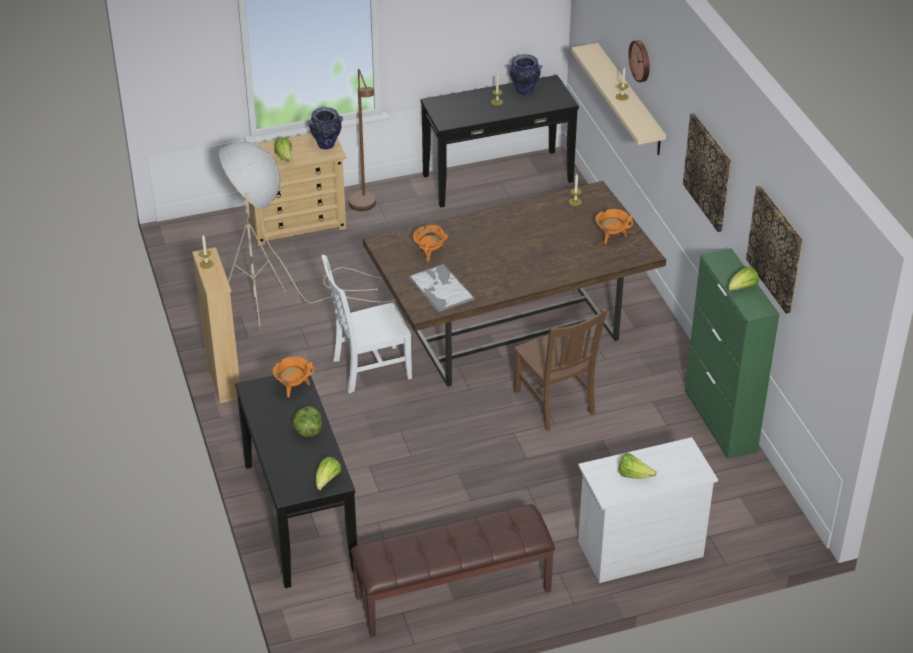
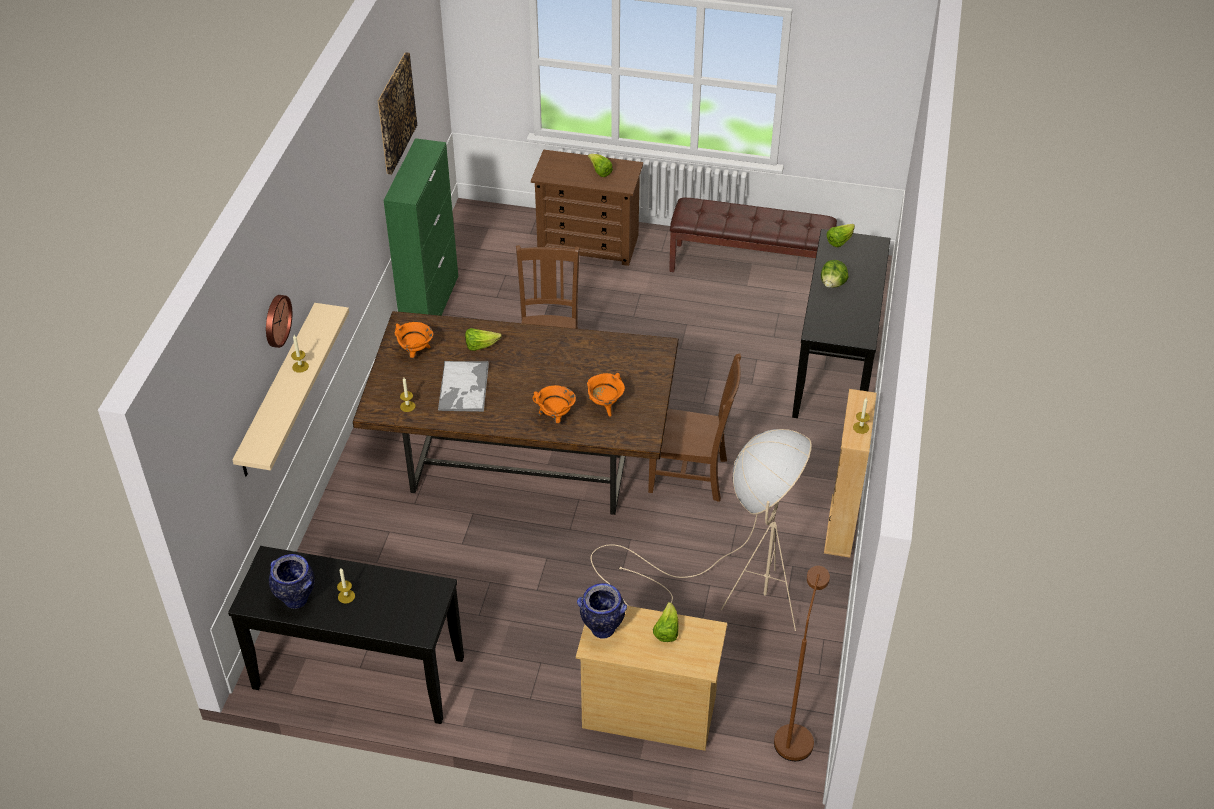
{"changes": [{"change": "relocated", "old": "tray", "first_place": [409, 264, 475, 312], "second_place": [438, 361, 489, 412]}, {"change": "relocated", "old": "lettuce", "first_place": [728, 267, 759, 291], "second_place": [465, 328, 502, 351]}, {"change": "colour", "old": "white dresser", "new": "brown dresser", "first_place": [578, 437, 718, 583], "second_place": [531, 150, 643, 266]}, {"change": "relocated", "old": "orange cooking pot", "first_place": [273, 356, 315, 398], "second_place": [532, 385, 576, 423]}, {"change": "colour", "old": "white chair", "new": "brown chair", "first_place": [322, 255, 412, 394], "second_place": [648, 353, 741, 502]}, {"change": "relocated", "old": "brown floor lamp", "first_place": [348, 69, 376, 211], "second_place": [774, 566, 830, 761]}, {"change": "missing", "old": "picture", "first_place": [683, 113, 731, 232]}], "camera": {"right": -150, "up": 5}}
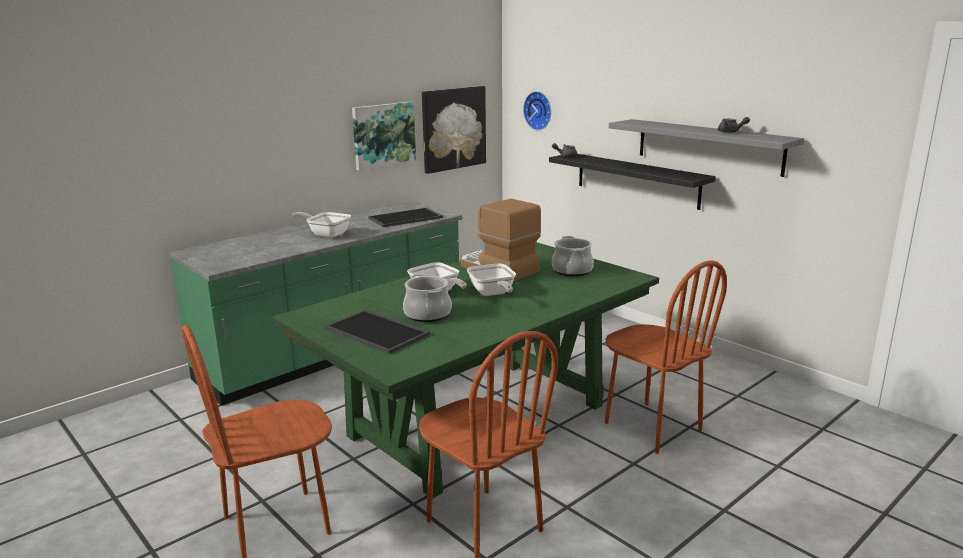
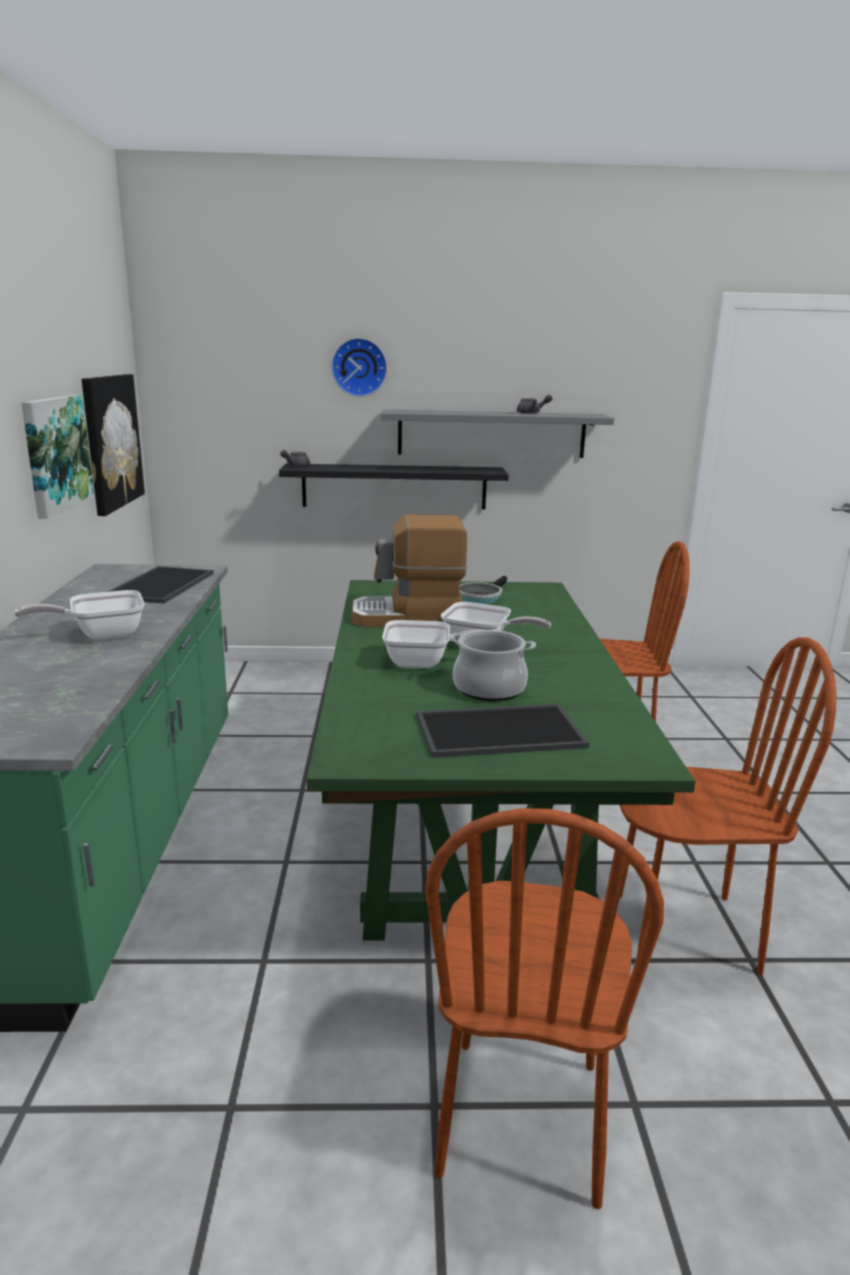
{"changes": [{"change": "relocated", "old": "wall clock", "first_place": [523, 91, 551, 131], "second_place": [331, 338, 387, 397]}, {"change": "exchanged", "old": "cooking pot", "new": "frying pan", "first_place": [552, 236, 594, 276], "second_place": [460, 576, 507, 604]}], "camera": {"right": -50, "up": 0}}
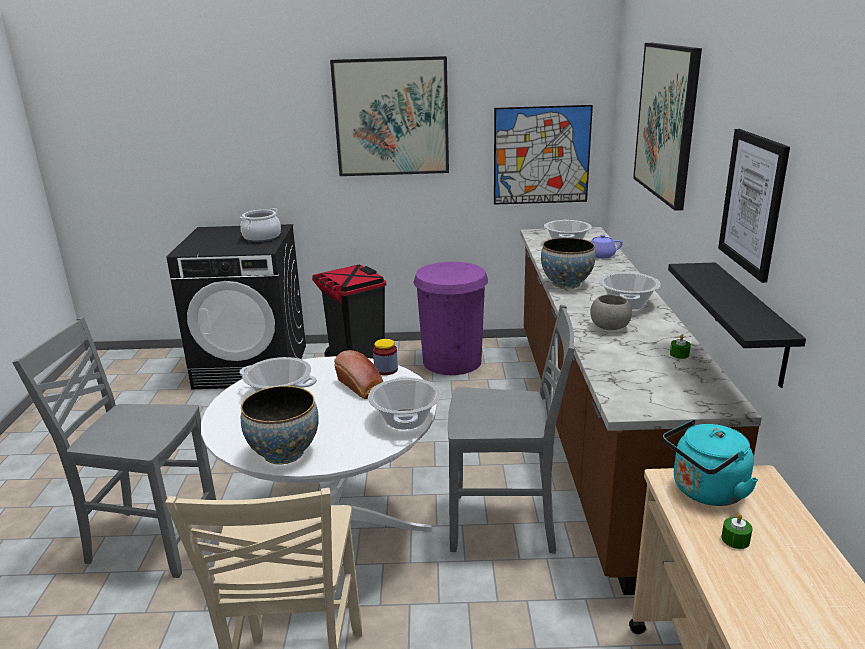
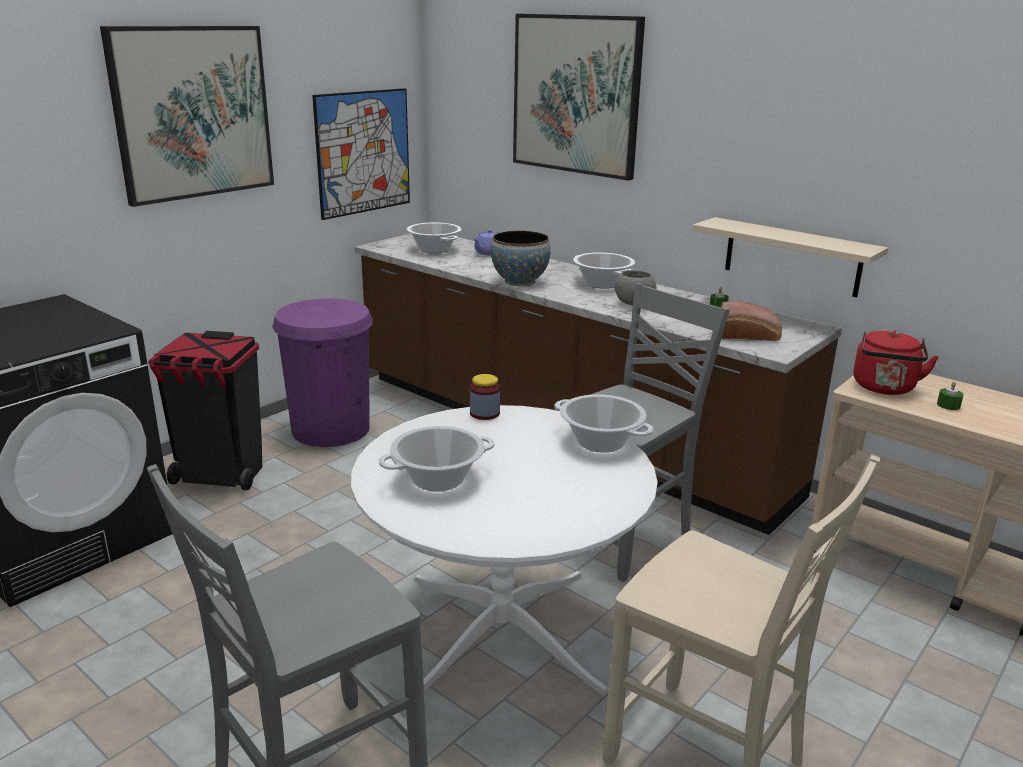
{"changes": [{"change": "colour", "old": "black shelf", "new": "beige shelf", "first_place": [668, 263, 806, 388], "second_place": [692, 217, 888, 297]}, {"change": "relocated", "old": "bread", "first_place": [334, 350, 383, 399], "second_place": [721, 301, 782, 341]}, {"change": "colour", "old": "turquoise kettle", "new": "red kettle", "first_place": [663, 419, 758, 506], "second_place": [854, 330, 939, 395]}, {"change": "missing", "old": "cooking pot", "first_place": [239, 208, 281, 242]}, {"change": "missing", "old": "bowl", "first_place": [241, 386, 319, 465]}, {"change": "missing", "old": "picture", "first_place": [718, 129, 790, 283]}], "camera": {"right": -50, "up": 0}}
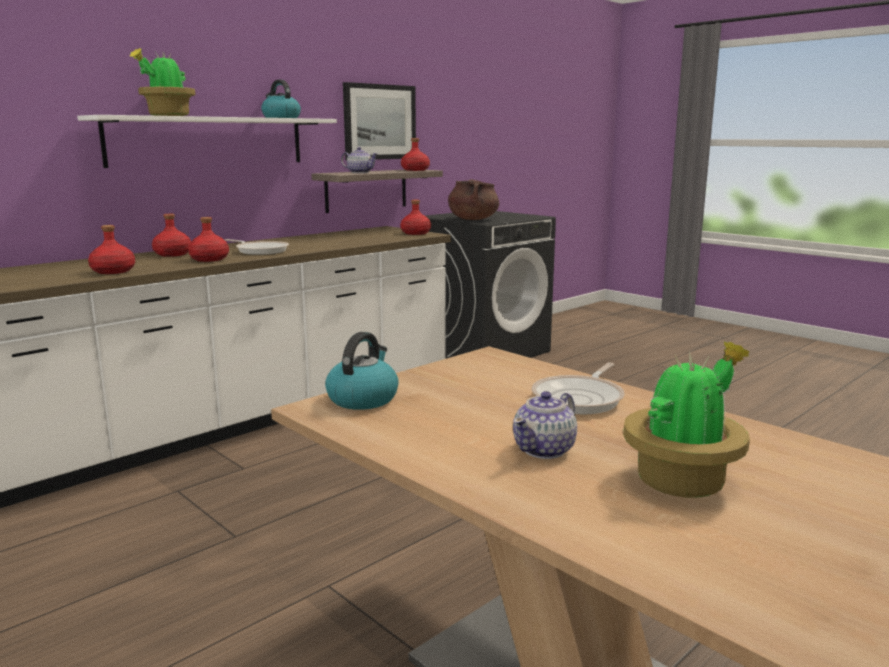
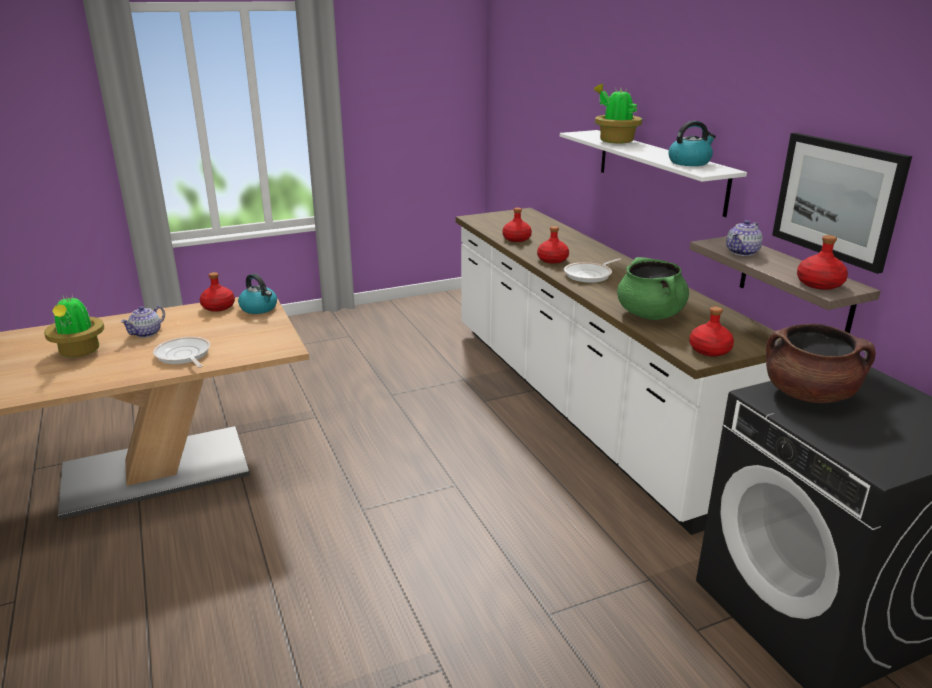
{"changes": [{"change": "spun", "old": "teapot", "first_place": [513, 391, 577, 459], "second_place": [120, 306, 165, 338], "degrees": -120}, {"change": "relocated", "old": "red bottle", "first_place": [152, 214, 191, 257], "second_place": [200, 272, 235, 312]}, {"change": "appeared", "new": "green cooking pot", "second_place": [617, 257, 689, 320]}], "camera": {"right": 110, "up": 10}}
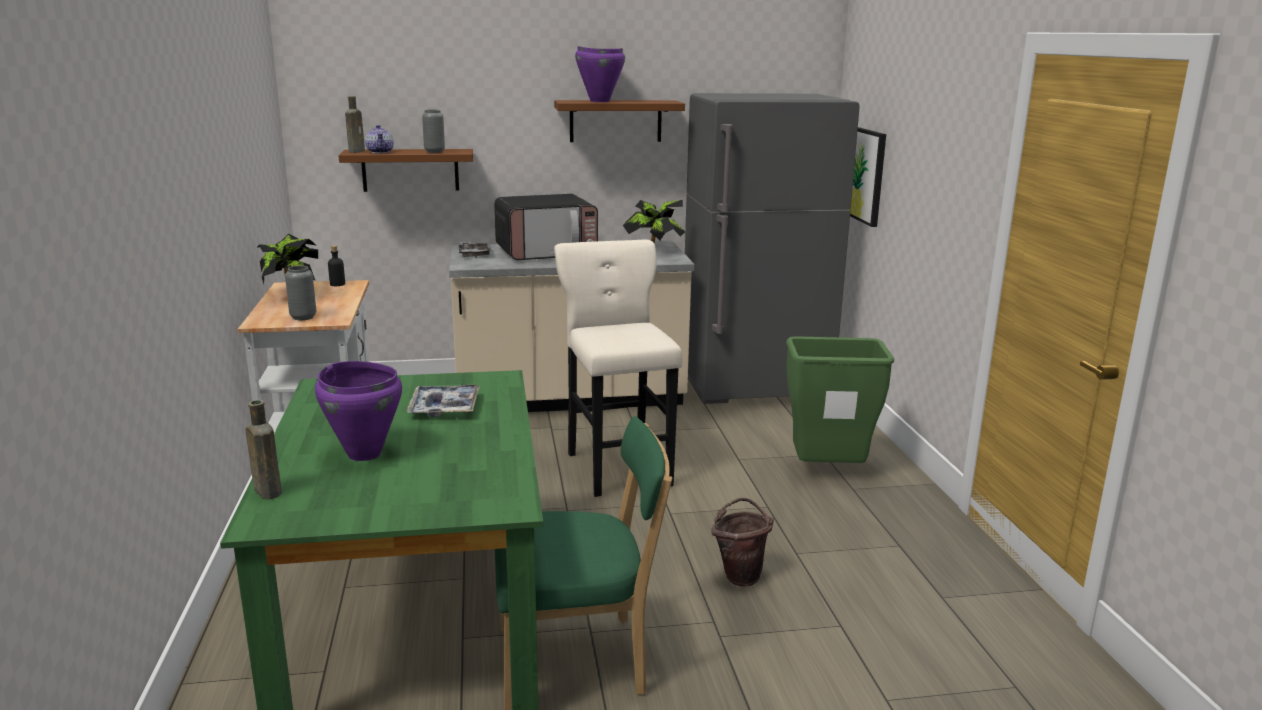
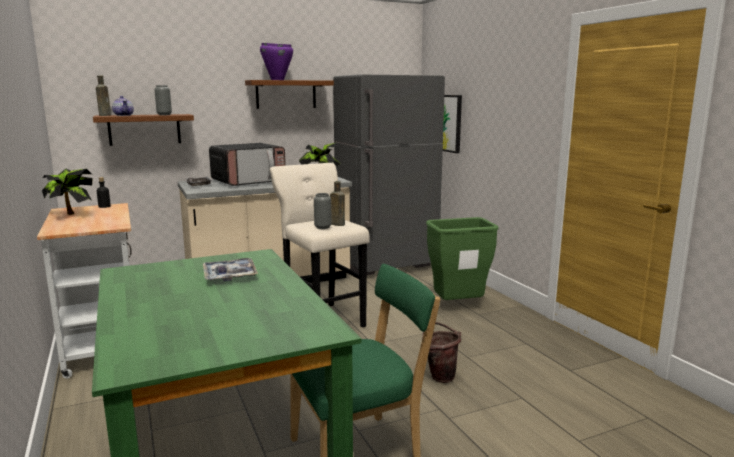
{"changes": [{"change": "relocated", "old": "grey vase", "first_place": [285, 266, 316, 320], "second_place": [314, 193, 332, 229]}, {"change": "relocated", "old": "brown bottle", "first_place": [246, 400, 282, 499], "second_place": [330, 181, 345, 226]}, {"change": "missing", "old": "purple cooking pot", "first_place": [315, 361, 402, 461]}], "camera": {"right": -15, "up": -5}}
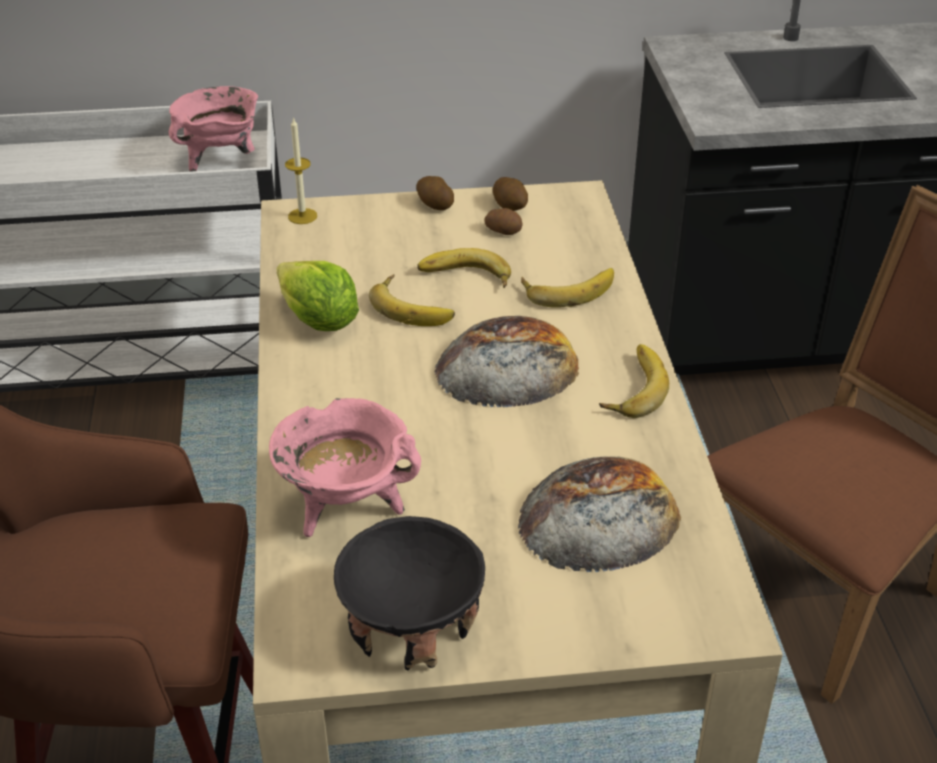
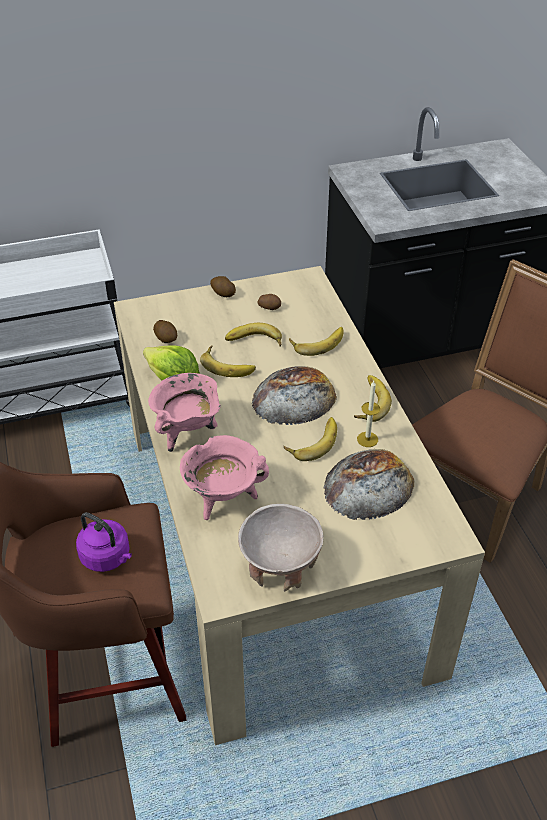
{"changes": [{"change": "appeared", "new": "purple kettle", "second_place": [76, 512, 132, 572]}, {"change": "relocated", "old": "pink cooking pot", "first_place": [169, 86, 258, 172], "second_place": [148, 373, 221, 452]}, {"change": "relocated", "old": "potato", "first_place": [493, 177, 528, 211], "second_place": [153, 320, 177, 343]}, {"change": "colour", "old": "black bowl", "new": "beige bowl", "first_place": [334, 516, 485, 670], "second_place": [238, 504, 324, 592]}, {"change": "appeared", "new": "banana", "second_place": [284, 417, 337, 461]}, {"change": "relocated", "old": "candle", "first_place": [285, 117, 317, 224], "second_place": [357, 381, 380, 447]}], "camera": {"right": -10, "up": 5}}
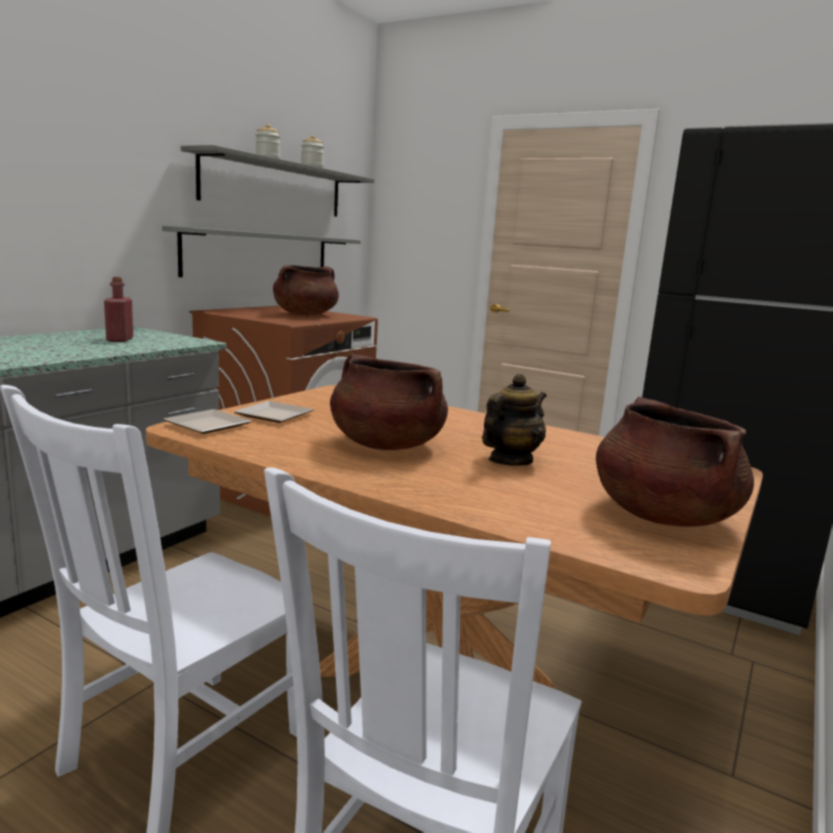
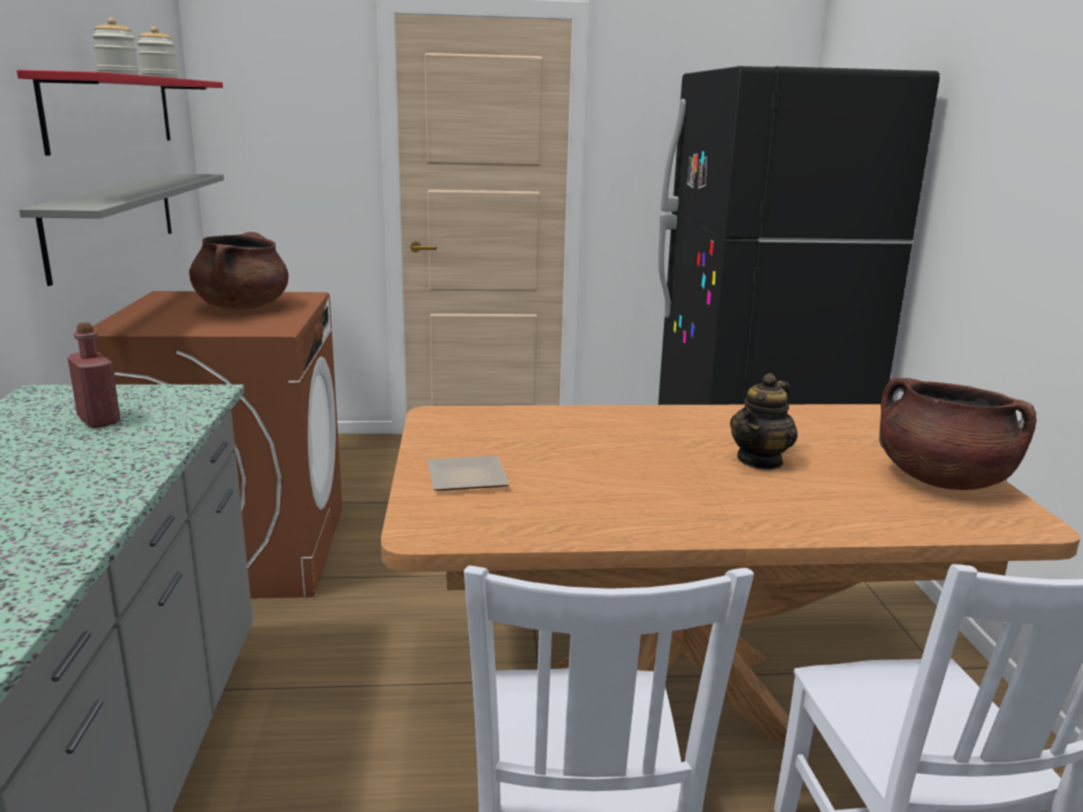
{"changes": [{"change": "colour", "old": "grey shelf", "new": "red shelf", "first_place": [181, 145, 374, 217], "second_place": [17, 70, 223, 156]}, {"change": "spun", "old": "teapot", "first_place": [482, 374, 547, 466], "second_place": [730, 373, 798, 470], "degrees": -150}, {"change": "missing", "old": "plate", "first_place": [163, 409, 252, 434]}, {"change": "missing", "old": "brown cooking pot", "first_place": [330, 354, 448, 450]}], "camera": {"right": -35, "up": 5}}
